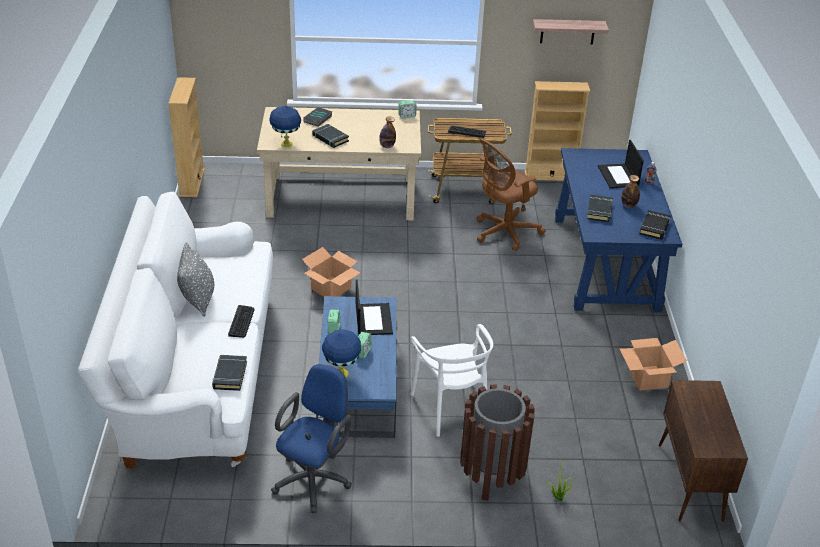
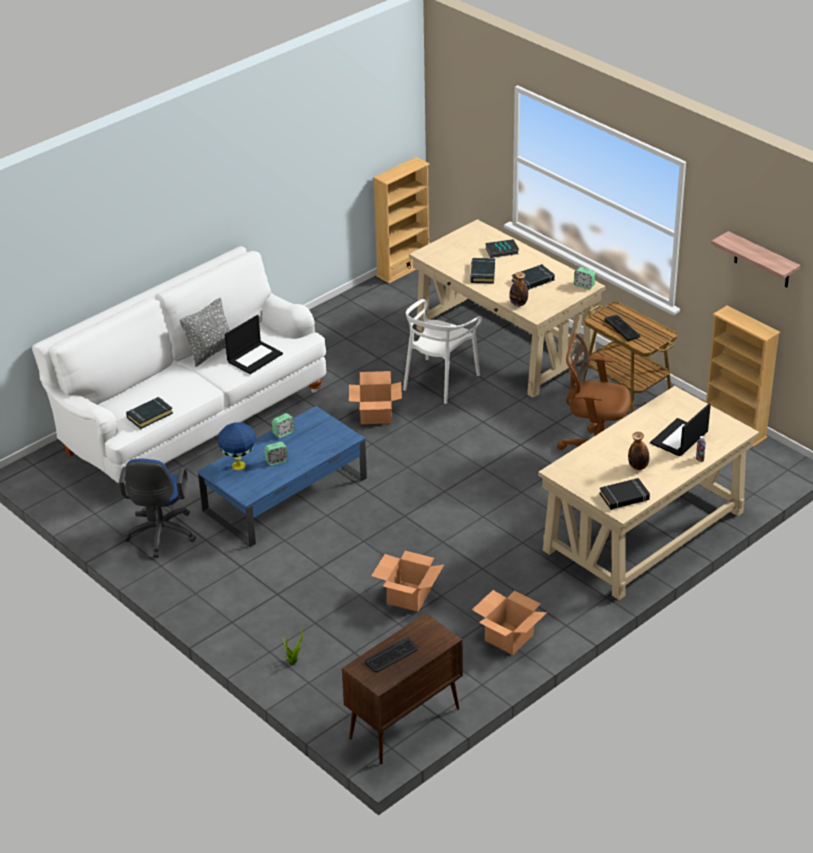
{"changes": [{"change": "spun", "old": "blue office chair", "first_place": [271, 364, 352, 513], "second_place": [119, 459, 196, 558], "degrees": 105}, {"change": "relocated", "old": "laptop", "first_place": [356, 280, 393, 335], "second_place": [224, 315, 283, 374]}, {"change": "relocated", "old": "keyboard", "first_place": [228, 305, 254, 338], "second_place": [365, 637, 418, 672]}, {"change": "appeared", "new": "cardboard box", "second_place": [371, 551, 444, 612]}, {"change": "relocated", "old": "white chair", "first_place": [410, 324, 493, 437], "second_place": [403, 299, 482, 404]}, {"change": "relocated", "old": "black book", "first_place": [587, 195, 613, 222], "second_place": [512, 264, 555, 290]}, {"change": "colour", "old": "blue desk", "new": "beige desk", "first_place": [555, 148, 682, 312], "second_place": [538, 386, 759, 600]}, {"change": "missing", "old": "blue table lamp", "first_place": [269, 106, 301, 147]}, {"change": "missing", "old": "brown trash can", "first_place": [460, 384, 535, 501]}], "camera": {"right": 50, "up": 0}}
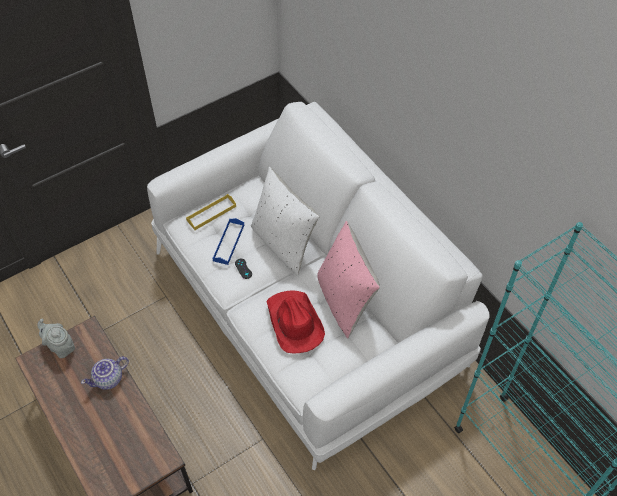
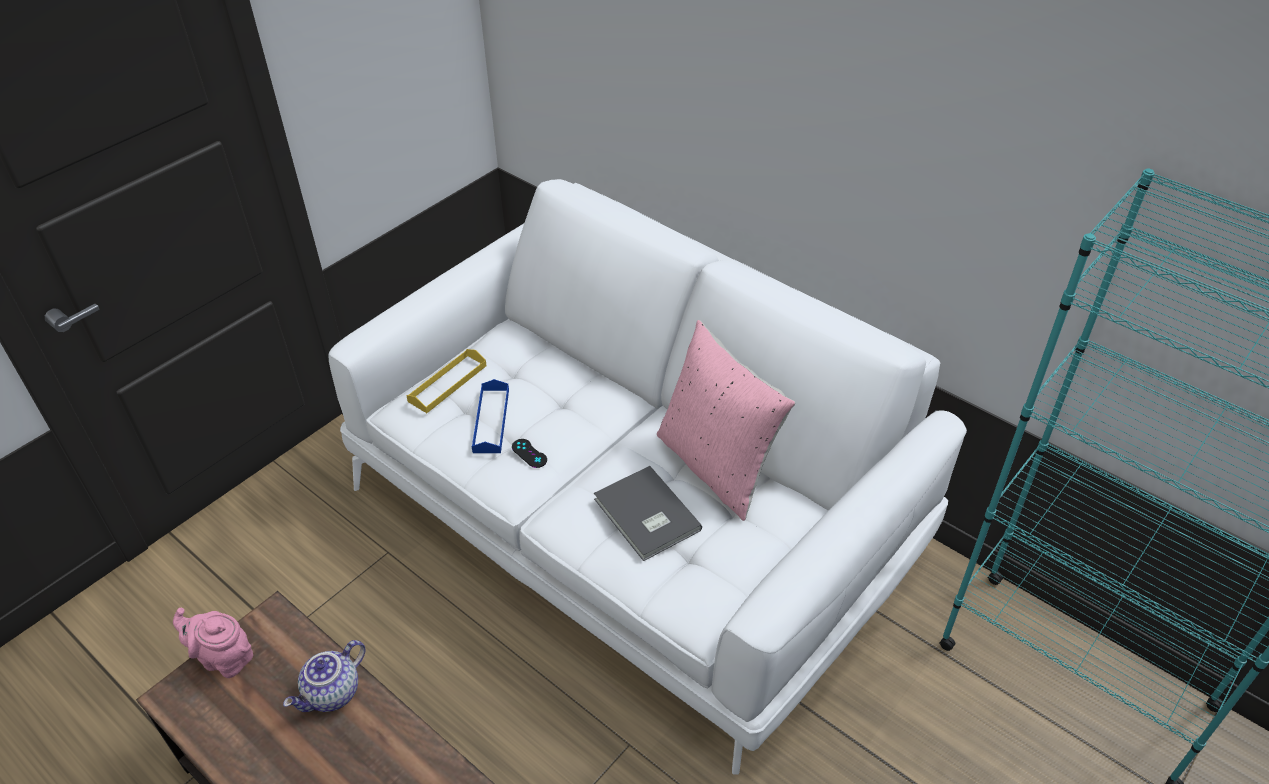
{"changes": [{"change": "colour", "old": "grey teapot", "new": "pink teapot", "first_place": [37, 319, 75, 358], "second_place": [173, 608, 253, 678]}, {"change": "exchanged", "old": "red hat", "new": "grey book", "first_place": [266, 290, 325, 354], "second_place": [594, 466, 702, 561]}, {"change": "missing", "old": "white pillow", "first_place": [251, 167, 320, 276]}], "camera": {"right": -15, "up": -10}}
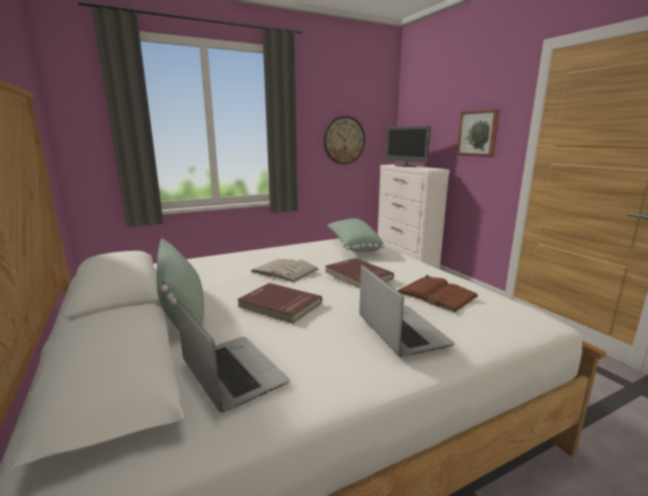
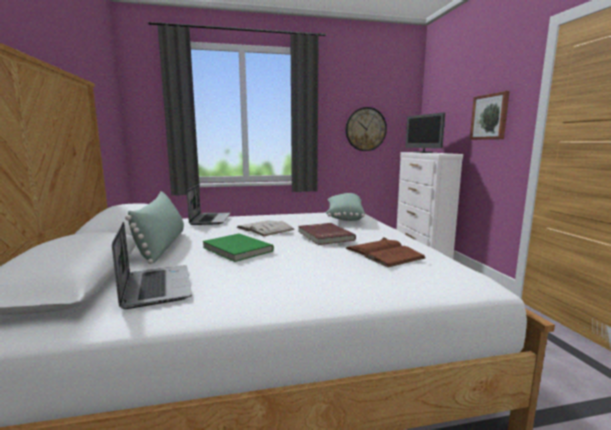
{"changes": [{"change": "relocated", "old": "laptop", "first_place": [359, 265, 455, 357], "second_place": [187, 185, 230, 225]}, {"change": "colour", "old": "red book", "new": "green book", "first_place": [237, 283, 322, 324], "second_place": [203, 234, 274, 262]}], "camera": {"right": 15, "up": -5}}
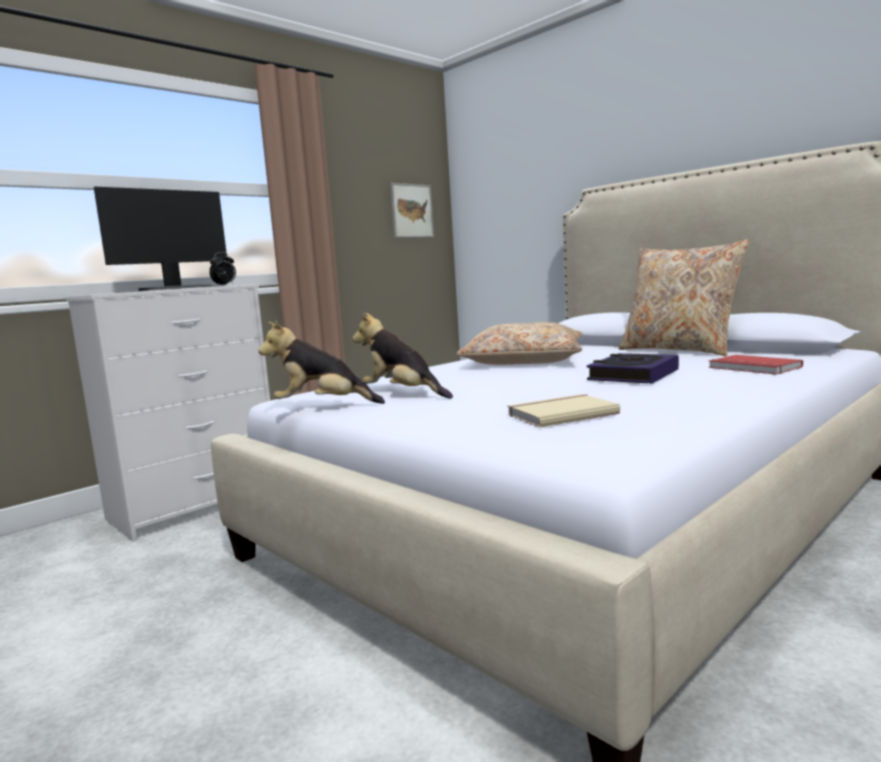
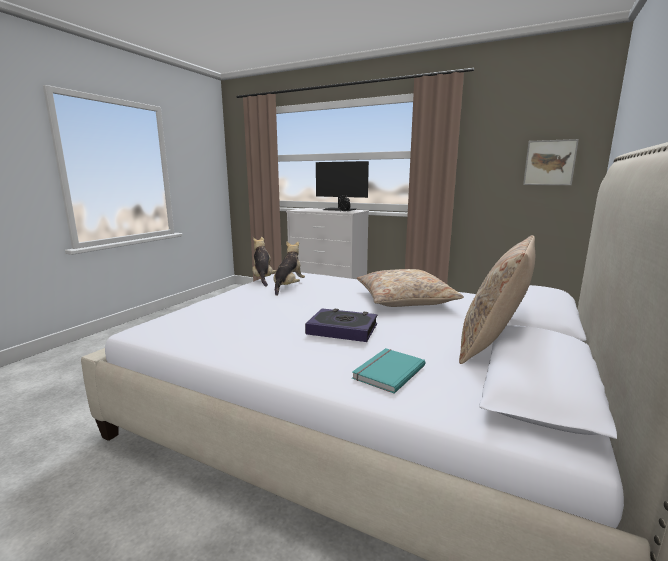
{"changes": [{"change": "colour", "old": "red book", "new": "turquoise book", "first_place": [709, 355, 803, 375], "second_place": [352, 348, 425, 394]}, {"change": "missing", "old": "beige book", "first_place": [507, 394, 620, 427]}], "camera": {"right": 70, "up": 5}}
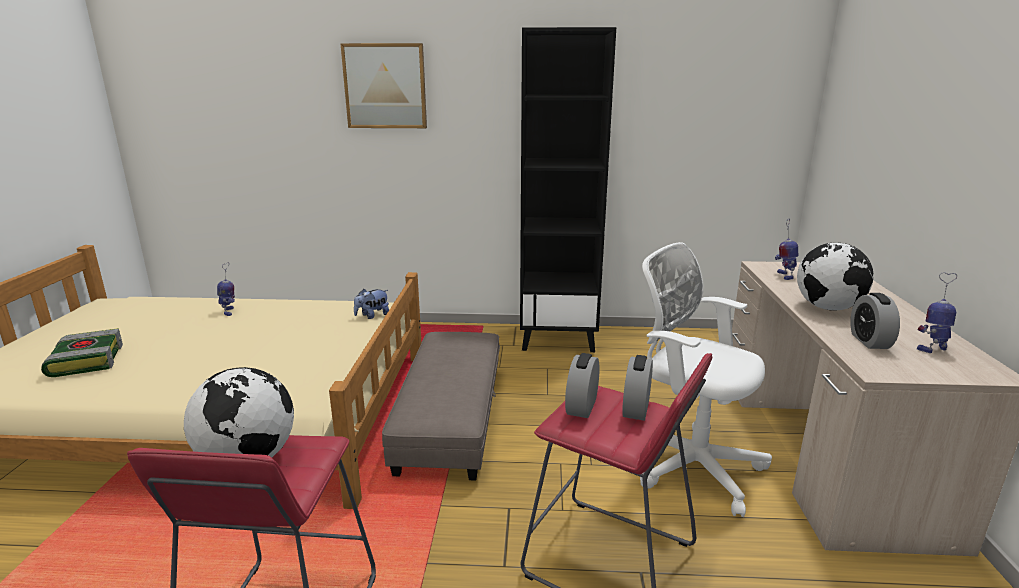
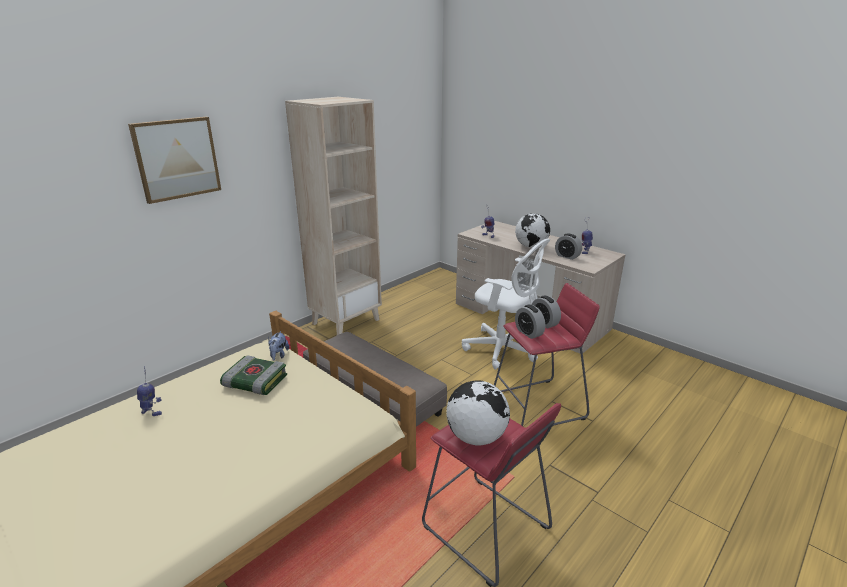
{"changes": [{"change": "relocated", "old": "book", "first_place": [41, 328, 123, 377], "second_place": [220, 355, 287, 395]}, {"change": "colour", "old": "black bookcase", "new": "beige bookcase", "first_place": [520, 27, 616, 352], "second_place": [285, 97, 382, 335]}, {"change": "spun", "old": "white office chair", "first_place": [640, 242, 772, 517], "second_place": [462, 239, 550, 370], "degrees": -135}], "camera": {"right": -50, "up": 5}}
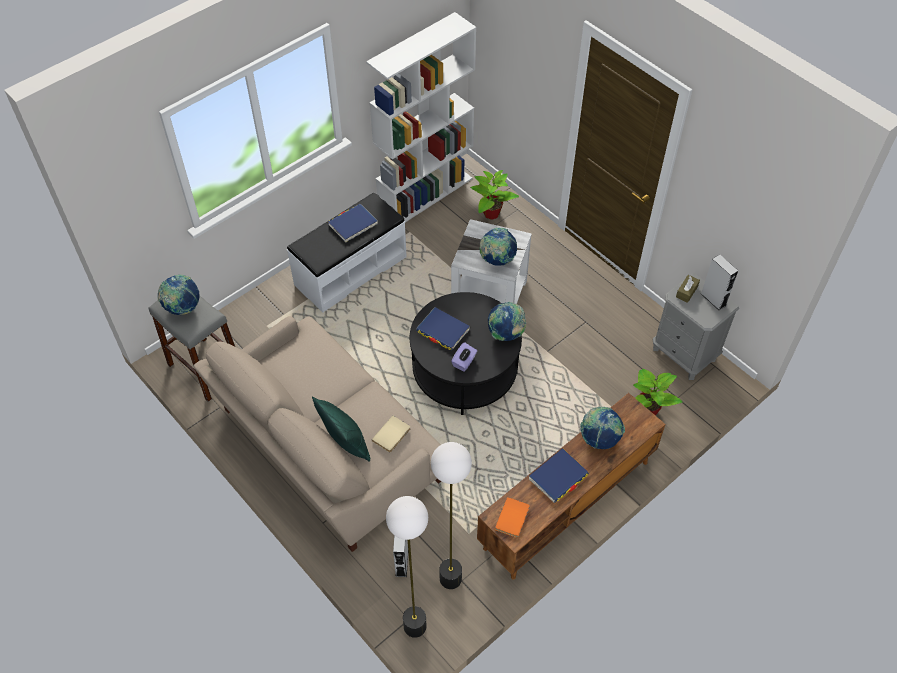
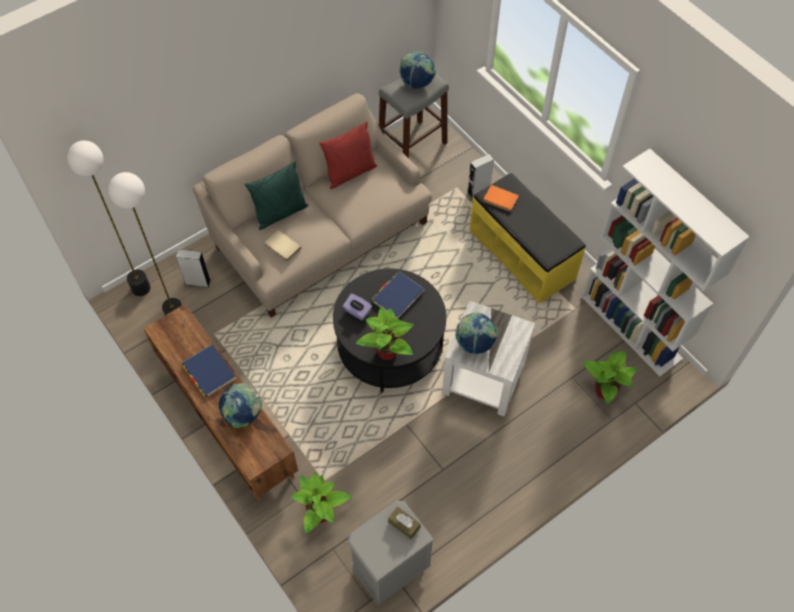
{"changes": [{"change": "appeared", "new": "red pillow", "second_place": [319, 122, 377, 189]}, {"change": "exchanged", "old": "globe", "new": "potted plant", "first_place": [488, 302, 526, 341], "second_place": [356, 307, 414, 360]}, {"change": "relocated", "old": "grey speaker", "first_place": [701, 254, 738, 310], "second_place": [467, 154, 494, 198]}, {"change": "colour", "old": "white bench", "new": "yellow bench", "first_place": [287, 192, 407, 312], "second_place": [470, 172, 586, 303]}, {"change": "relocated", "old": "orange book", "first_place": [495, 497, 530, 538], "second_place": [483, 185, 519, 212]}, {"change": "missing", "old": "blue book", "first_place": [328, 204, 378, 243]}], "camera": {"right": 95, "up": 5}}
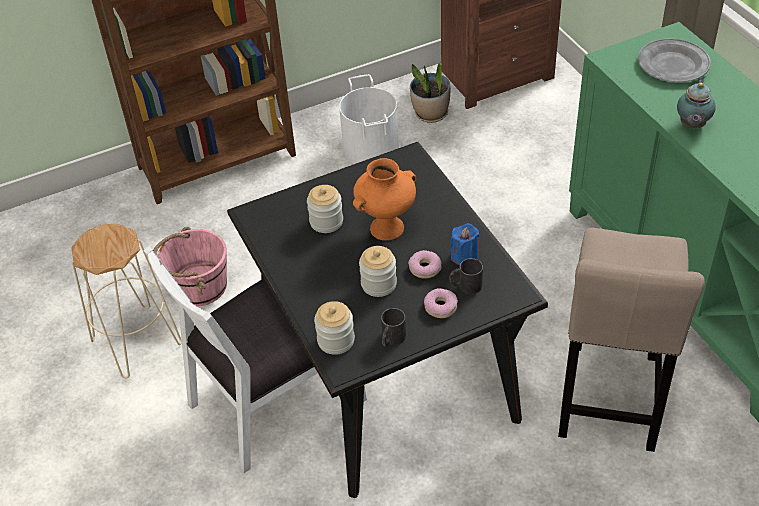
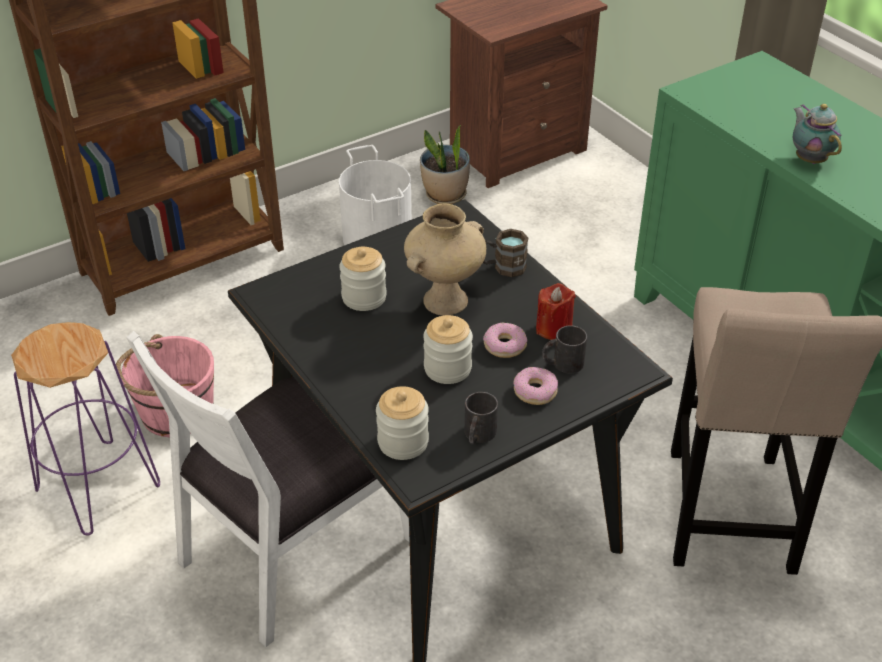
{"changes": [{"change": "colour", "old": "beige stool", "new": "purple stool", "first_place": [71, 224, 182, 378], "second_place": [11, 322, 160, 535]}, {"change": "colour", "old": "orange vase", "new": "beige vase", "first_place": [353, 158, 417, 240], "second_place": [404, 204, 486, 316]}, {"change": "appeared", "new": "brown mug", "second_place": [483, 229, 528, 277]}, {"change": "colour", "old": "blue candle", "new": "red candle", "first_place": [450, 223, 479, 266], "second_place": [536, 283, 576, 340]}, {"change": "spun", "old": "teapot", "first_place": [677, 79, 716, 128], "second_place": [792, 104, 842, 164], "degrees": 150}, {"change": "missing", "old": "grey plate", "first_place": [638, 39, 711, 82]}], "camera": {"right": -10, "up": -5}}
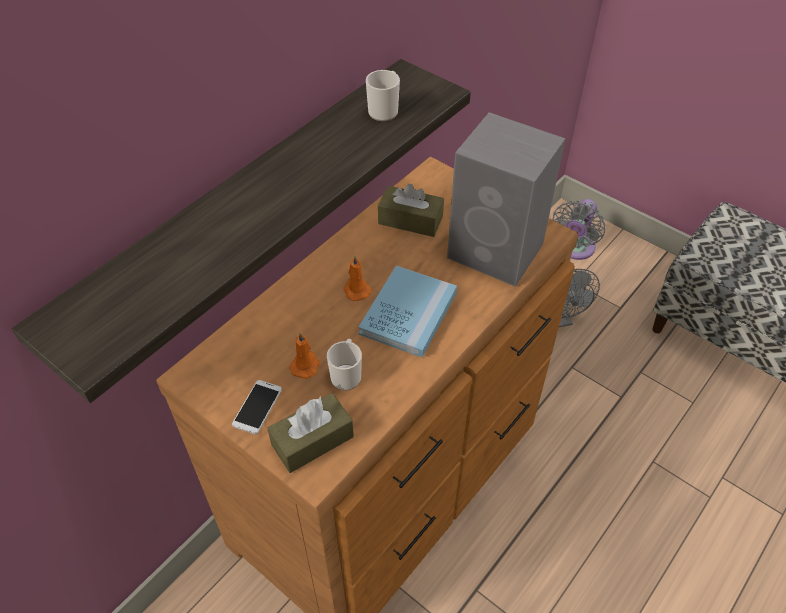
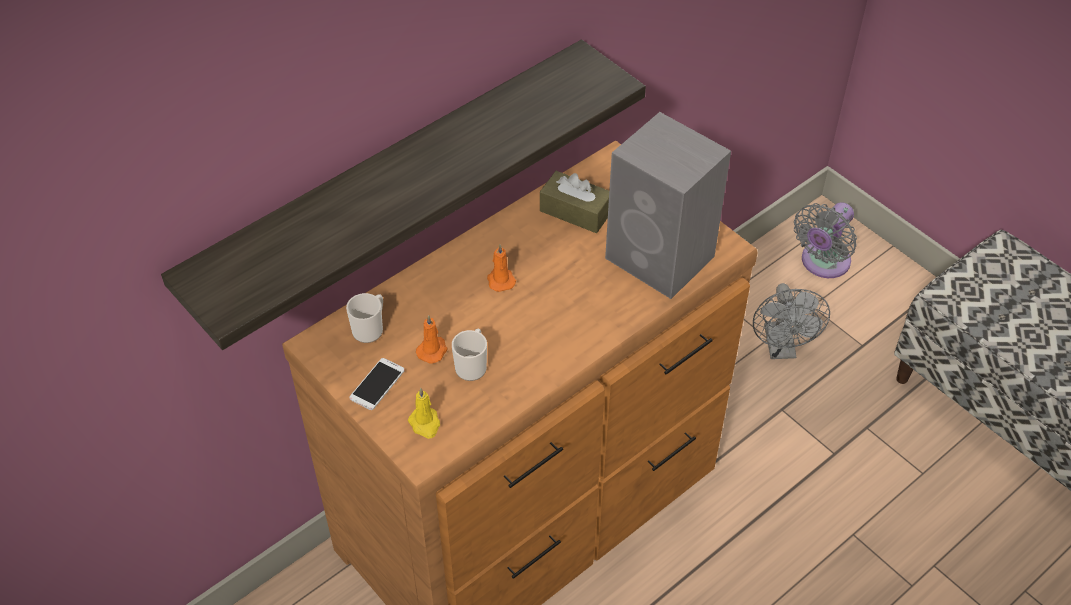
{"changes": [{"change": "relocated", "old": "mug", "first_place": [366, 70, 400, 121], "second_place": [346, 293, 383, 343]}, {"change": "exchanged", "old": "brown tissue box", "new": "yellow candle", "first_place": [267, 393, 354, 473], "second_place": [408, 388, 440, 439]}, {"change": "missing", "old": "blue book", "first_place": [358, 266, 457, 358]}], "camera": {"right": 10, "up": 0}}
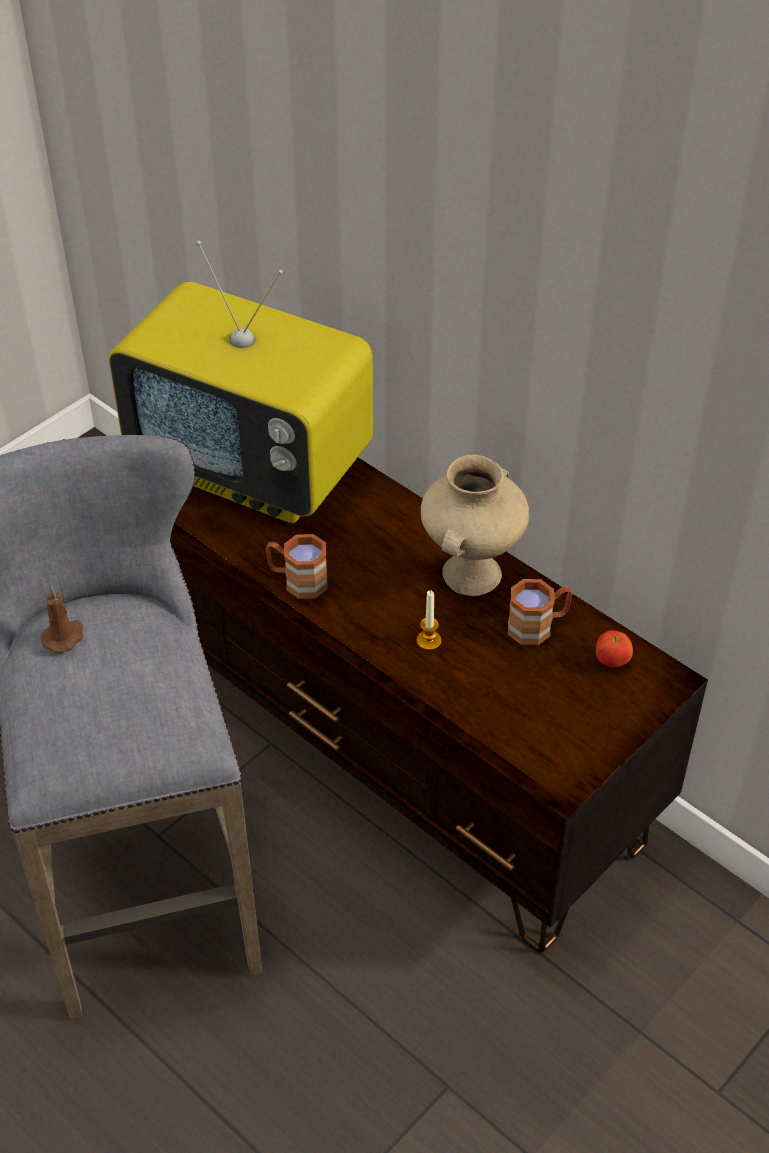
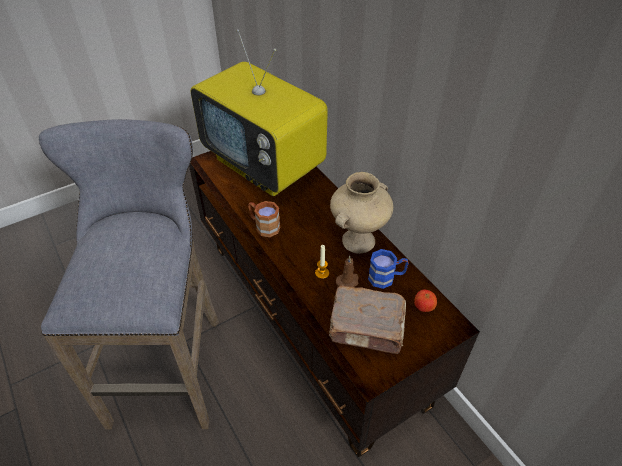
{"changes": [{"change": "appeared", "new": "brown book", "second_place": [329, 285, 406, 354]}, {"change": "relocated", "old": "brown candle", "first_place": [41, 586, 83, 654], "second_place": [336, 256, 358, 287]}, {"change": "colour", "old": "brown mug", "new": "blue mug", "first_place": [508, 579, 573, 645], "second_place": [368, 249, 409, 289]}], "camera": {"right": 15, "up": 0}}
